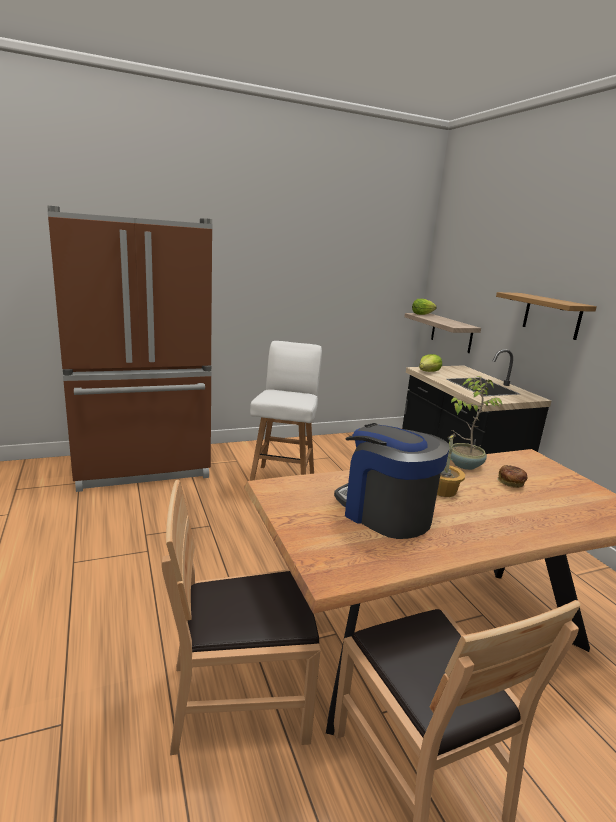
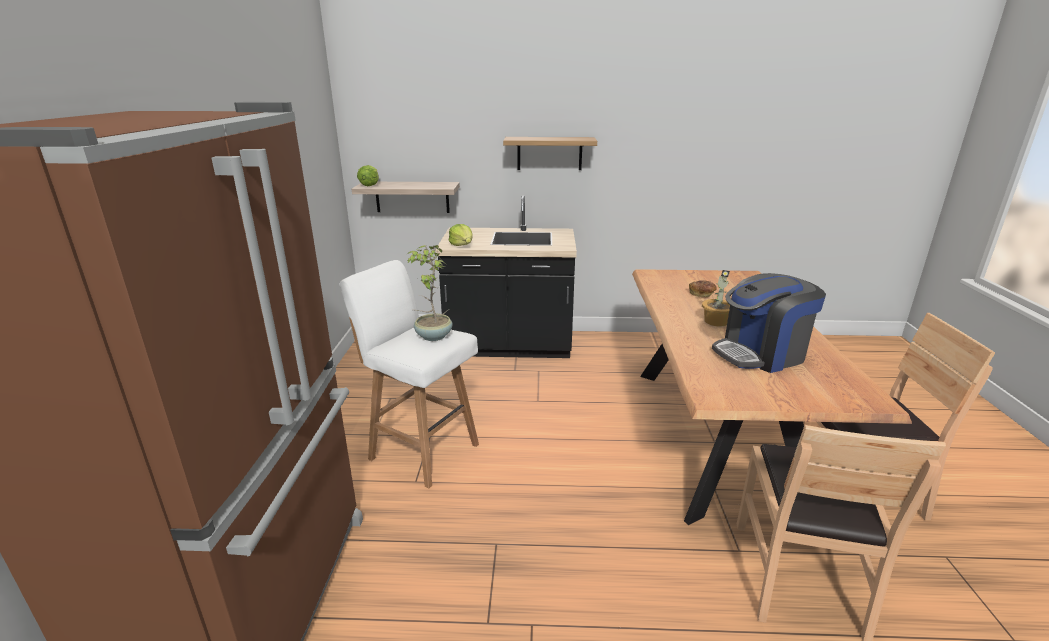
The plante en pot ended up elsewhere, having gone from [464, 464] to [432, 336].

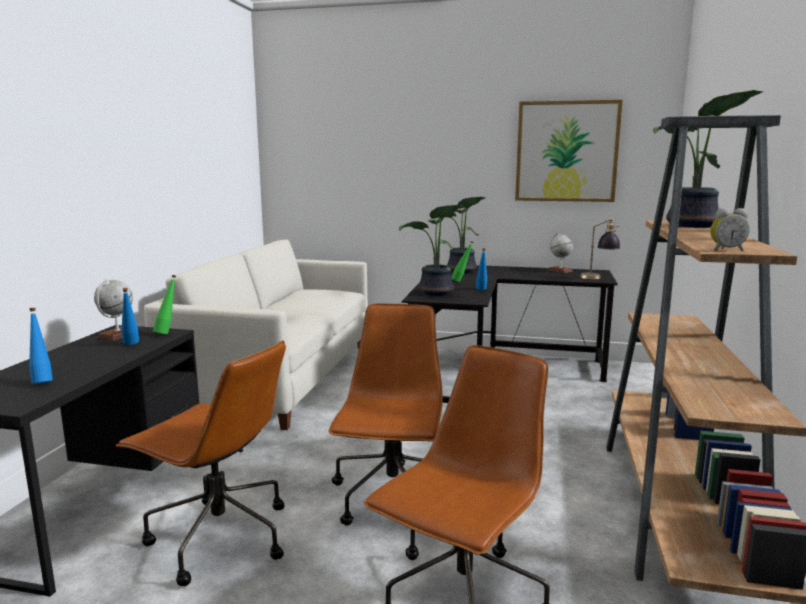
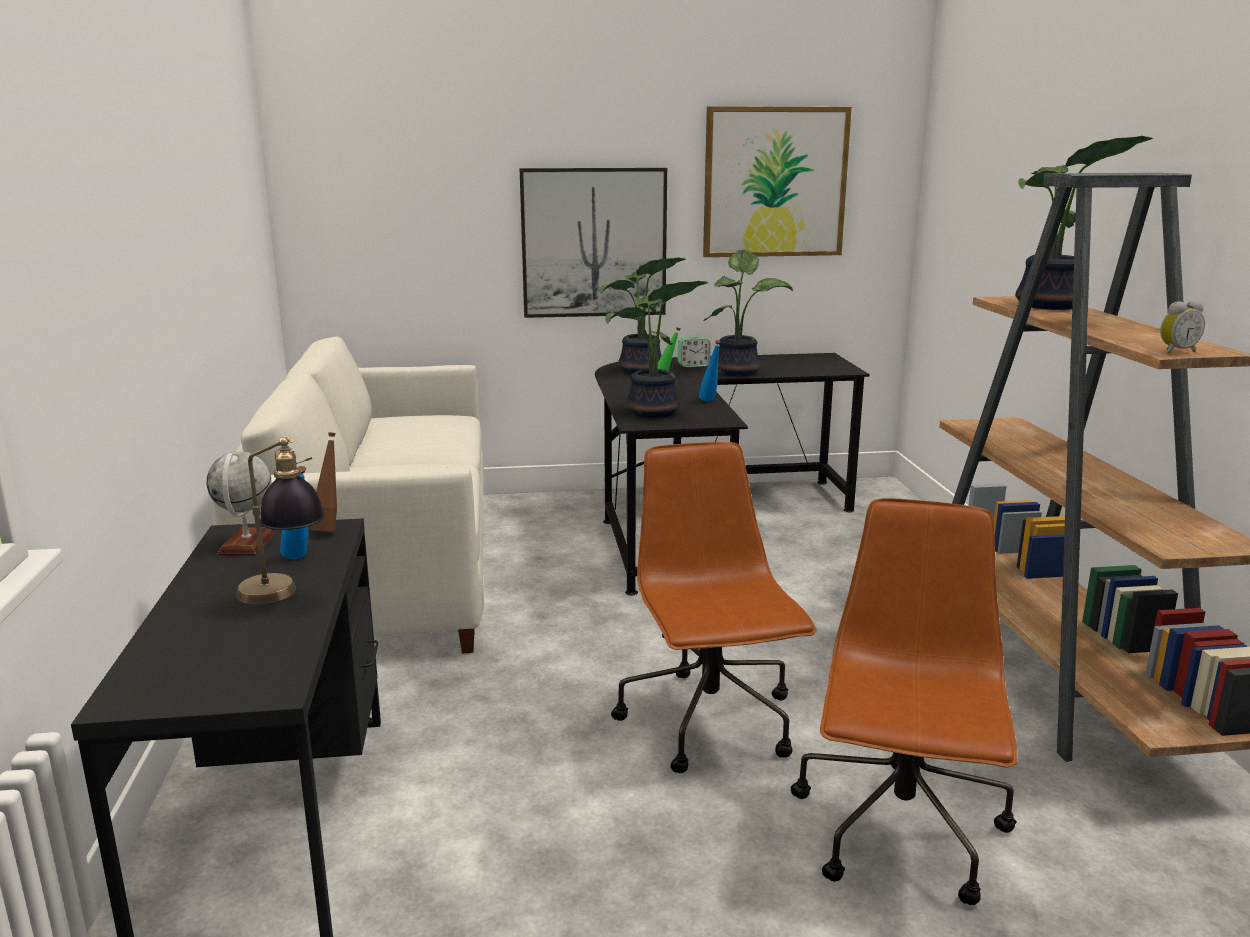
The second view lost the bouteille [bleu] at [42, 382].
The second view lost the chaise de bureau [marron] at [218, 537].
The second view lost the globe at [559, 270].
The second view gained the tableau at [594, 243].
The second view gained the réveil at [693, 365].
The second view gained the plante en pot at [739, 371].
The lampe de table ended up elsewhere, having gone from [598, 278] to [284, 597].
What was the bouteille [vert] at [168, 333] turned into the bouteille [marron] at [330, 529].

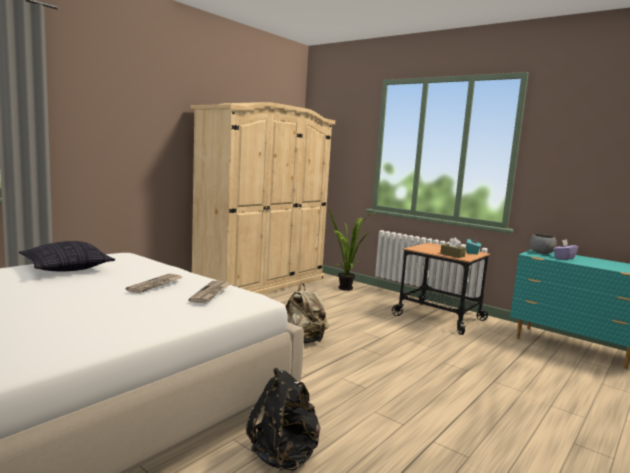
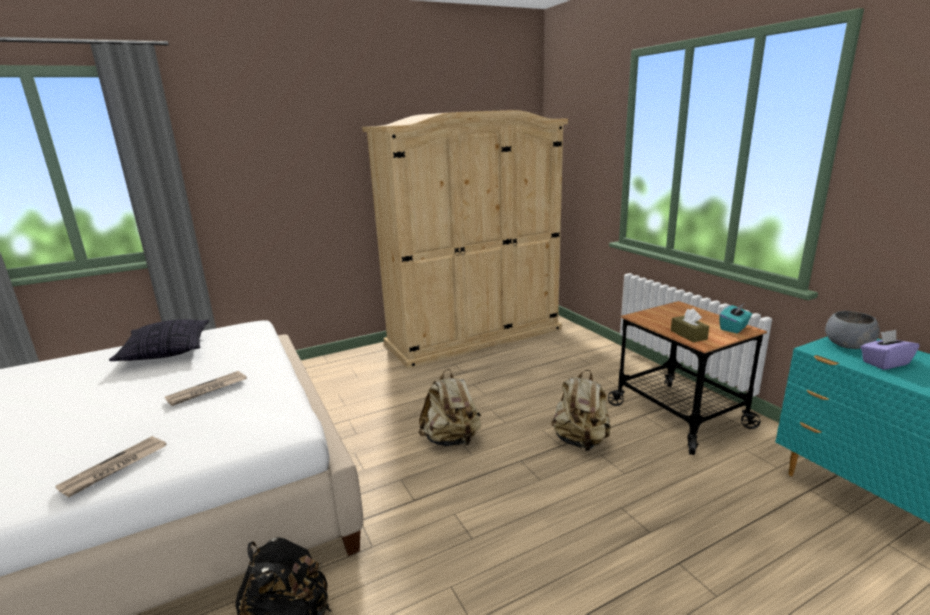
The second view lost the plante en pot at [347, 289].
The second view gained the sac à dos [beige] at [580, 441].
The journal ended up elsewhere, having gone from [211, 293] to [114, 468].

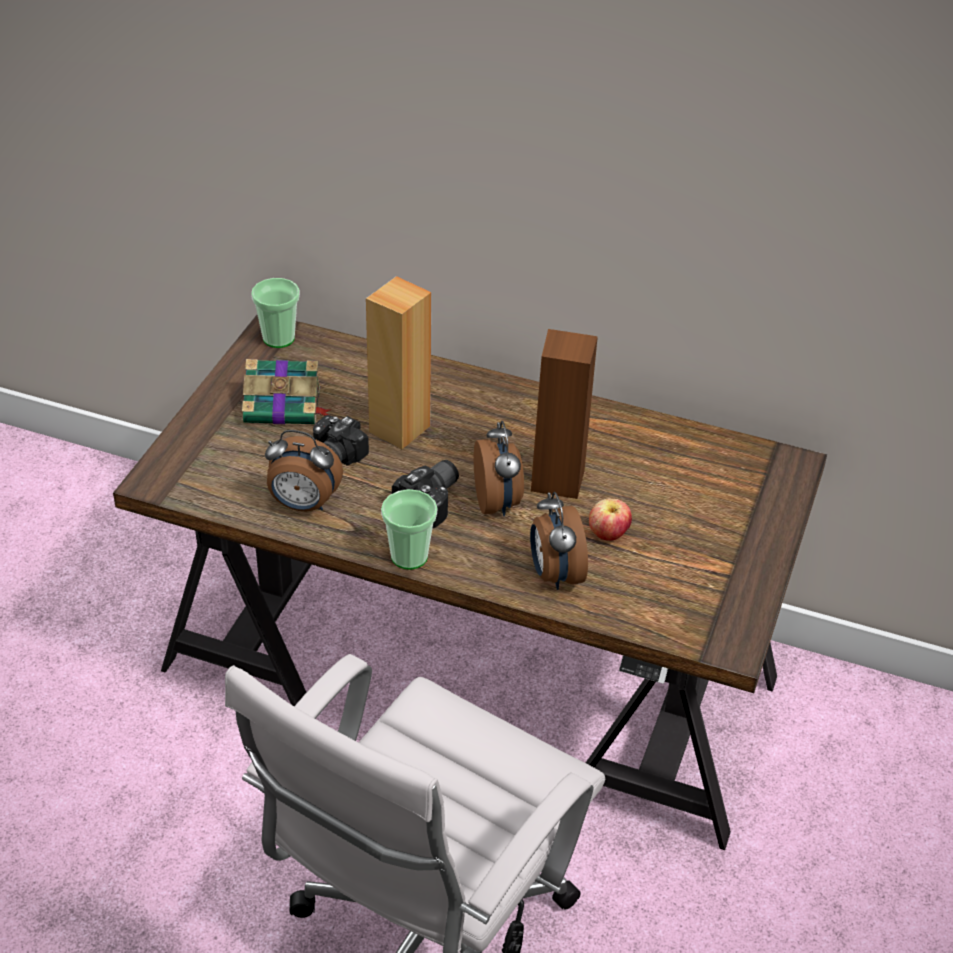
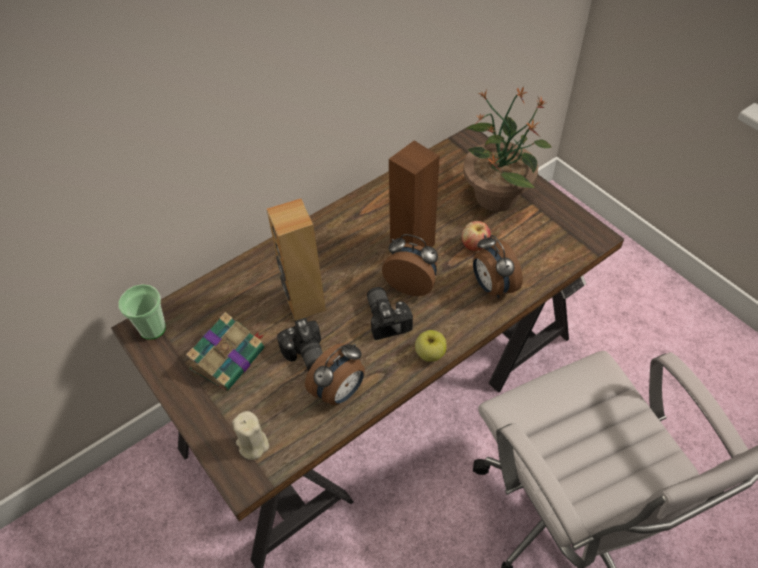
The second view gained the bougie [beige] at [252, 445].
The second view gained the plante en pot at [496, 195].
Where the tasse stood at [409, 556], the pomme came to stand at [430, 353].
The réveil at [554, 574] ended up facing another way, 45 degrees clockwise from before.

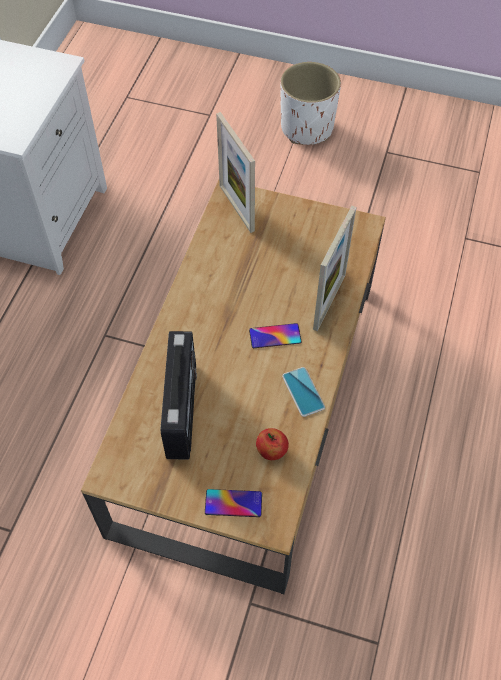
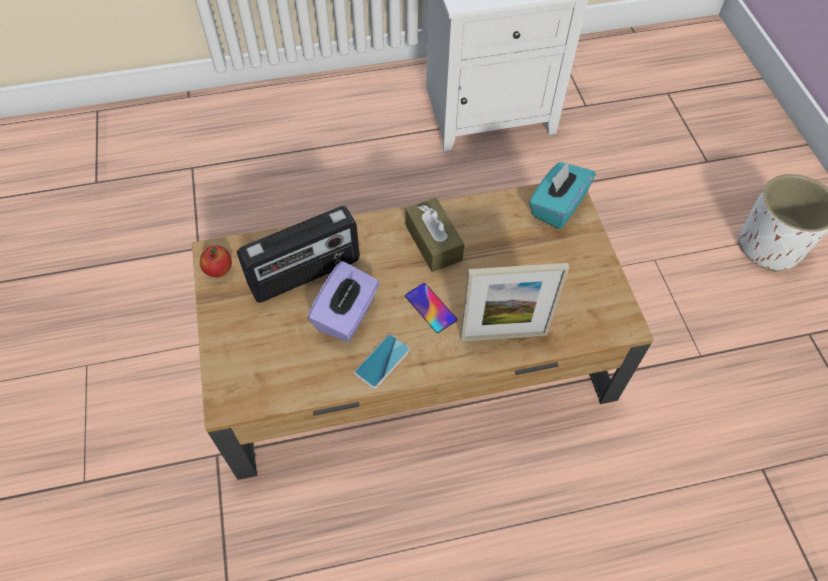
The second view lost the téléphone at [233, 503].
The second view gained the boîte à mouchoirs [violet] at [347, 315].
The second view gained the boîte à mouchoirs [marron] at [433, 242].
The pomme ended up elsewhere, having gone from [272, 451] to [219, 270].
Where the cadre photo stood at [236, 208], the boîte à mouchoirs [turquoise] came to stand at [557, 206].

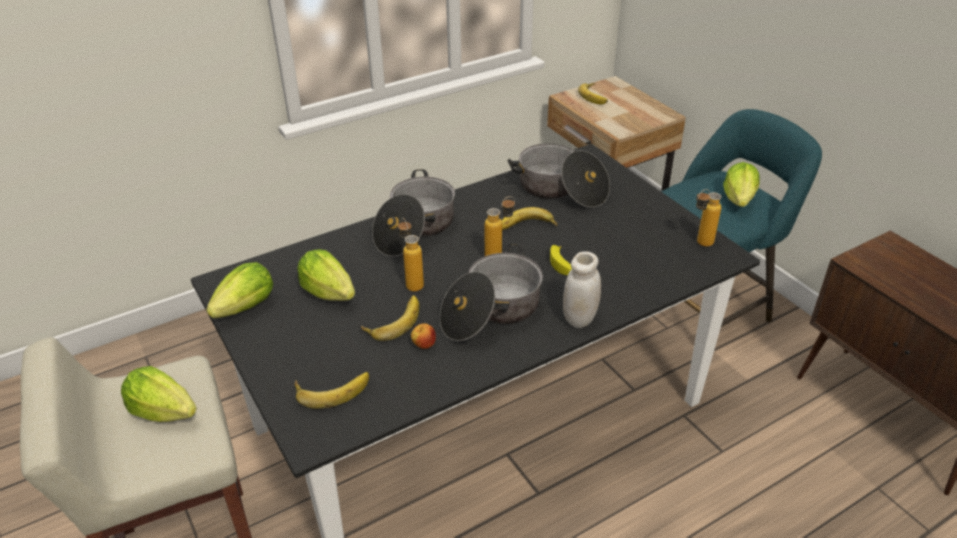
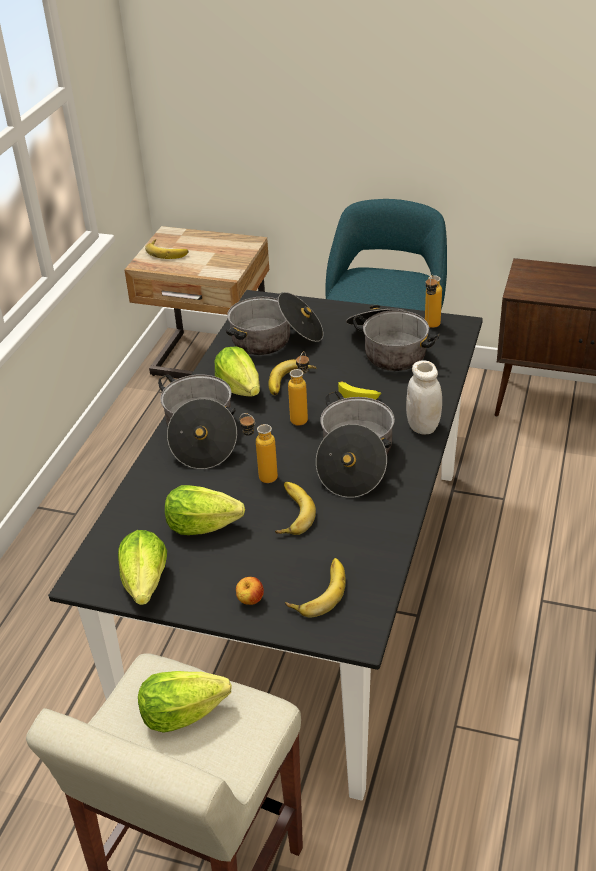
The second view gained the marmite at [388, 349].
The pomme ended up elsewhere, having gone from [424, 345] to [250, 601].
The laitue ended up elsewhere, having gone from [739, 199] to [240, 388].

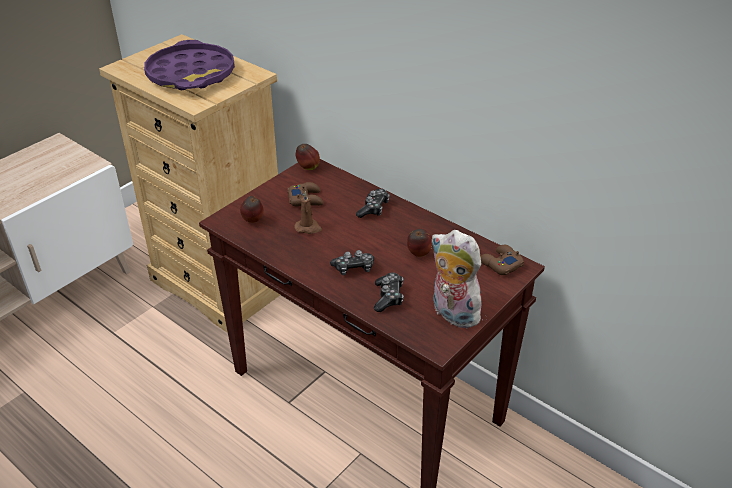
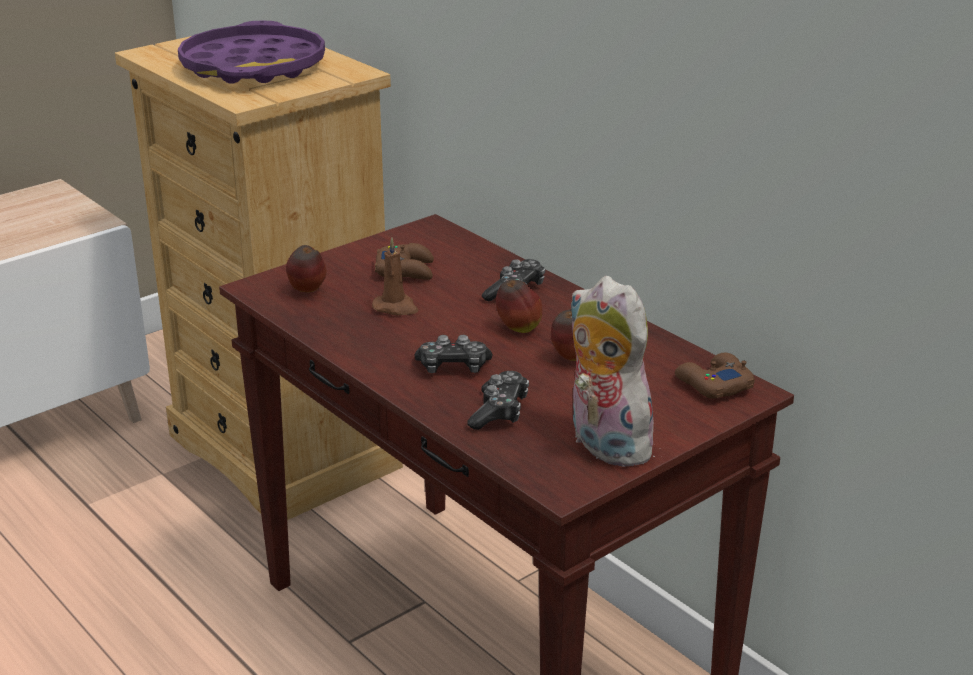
The pomme ended up elsewhere, having gone from [308, 168] to [518, 329].

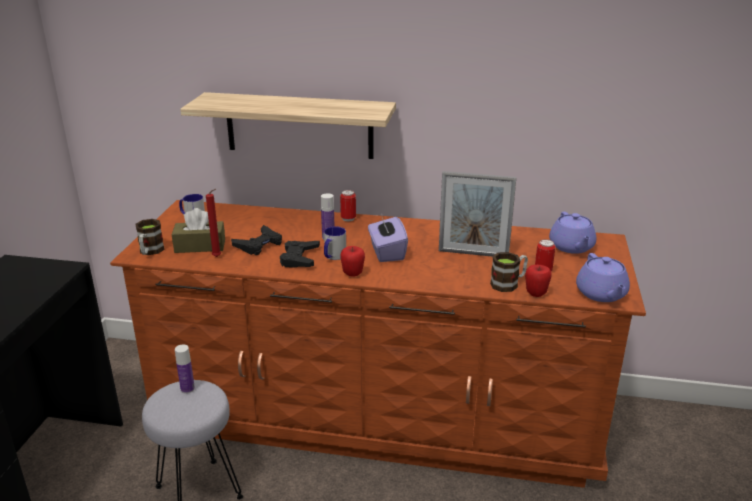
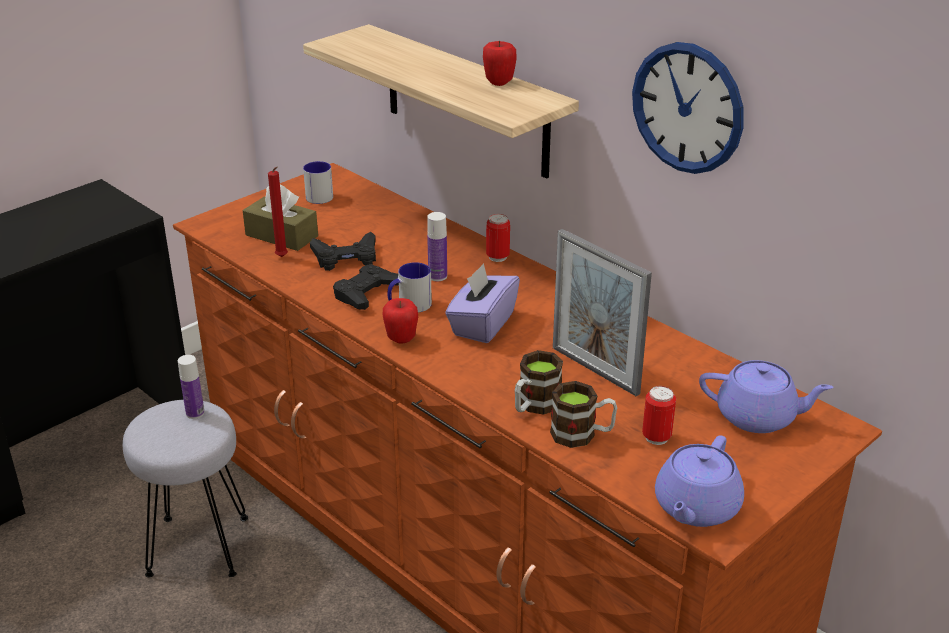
The second view gained the horloge murale at [687, 108].
The mug ended up elsewhere, having gone from [150, 252] to [534, 406].
The pomme ended up elsewhere, having gone from [536, 293] to [499, 82].
The théière [violet] at [571, 247] ended up facing another way, 105 degrees counterclockwise from before.

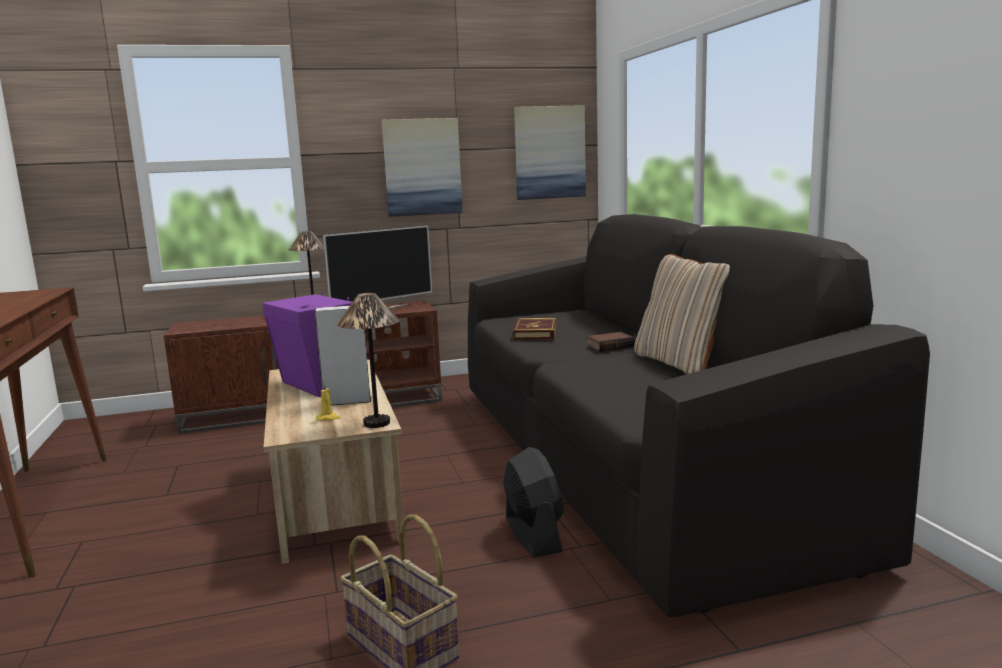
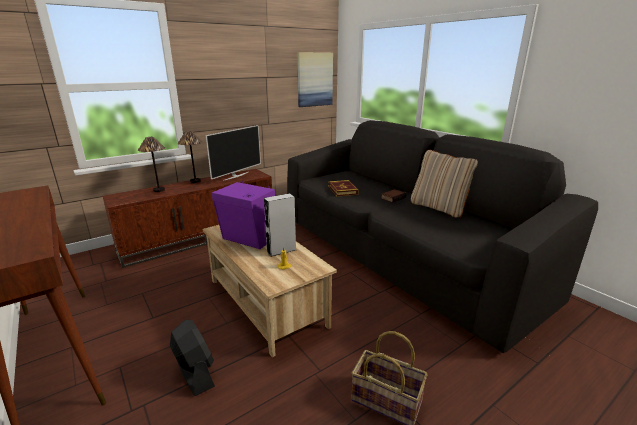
The second view lost the tableau at [422, 167].
The lampe de table ended up elsewhere, having gone from [376, 423] to [158, 190].
The ventilateur [noir] ended up elsewhere, having gone from [532, 534] to [194, 372].

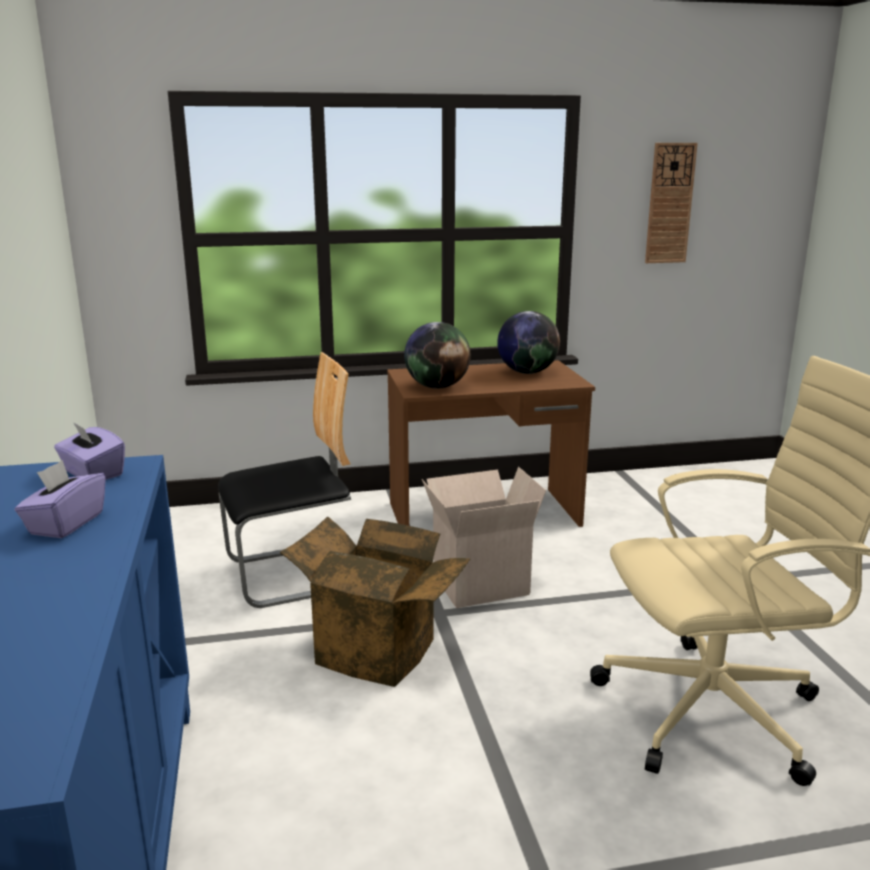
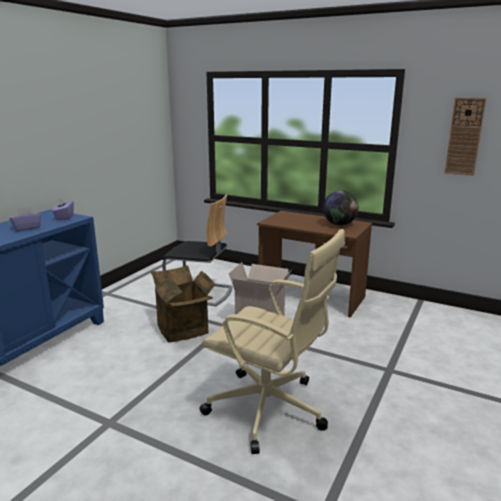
The second view lost the globe at [437, 387].

